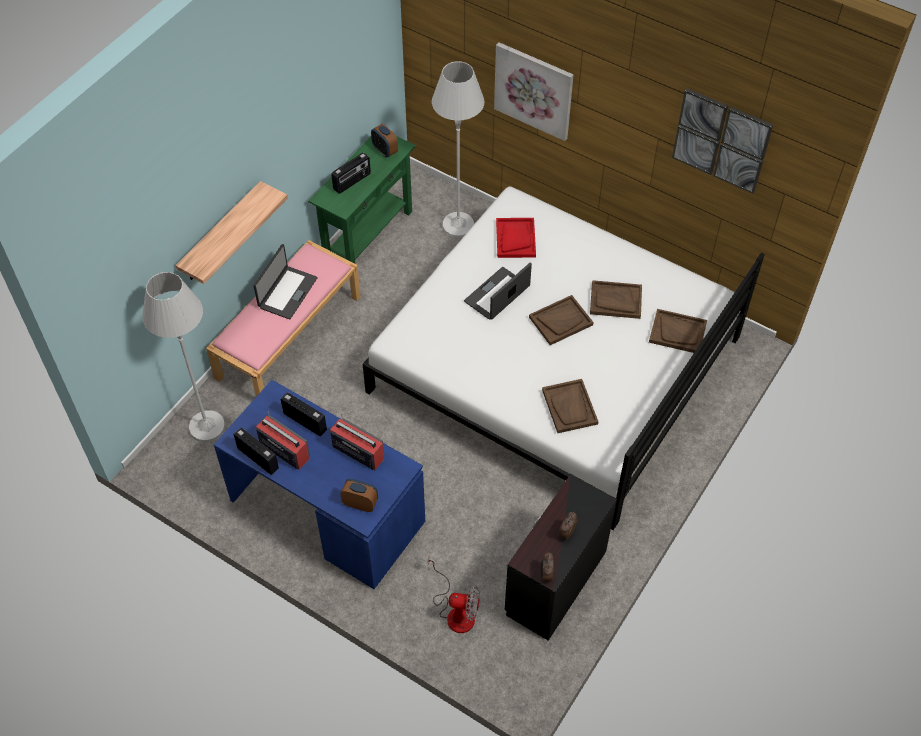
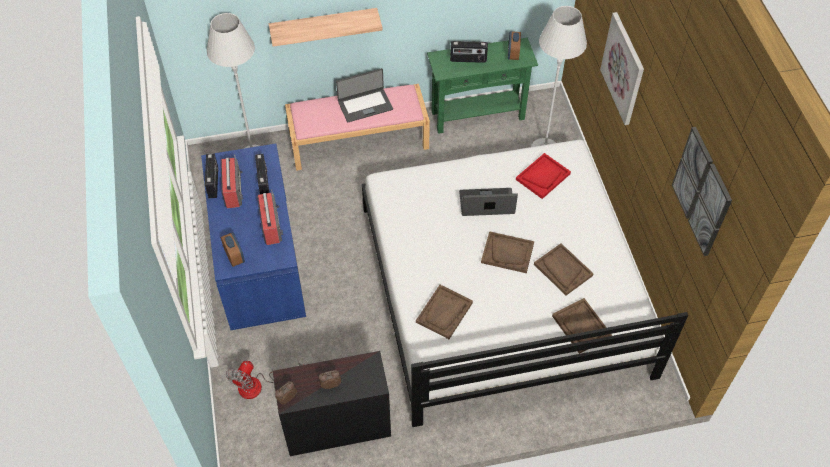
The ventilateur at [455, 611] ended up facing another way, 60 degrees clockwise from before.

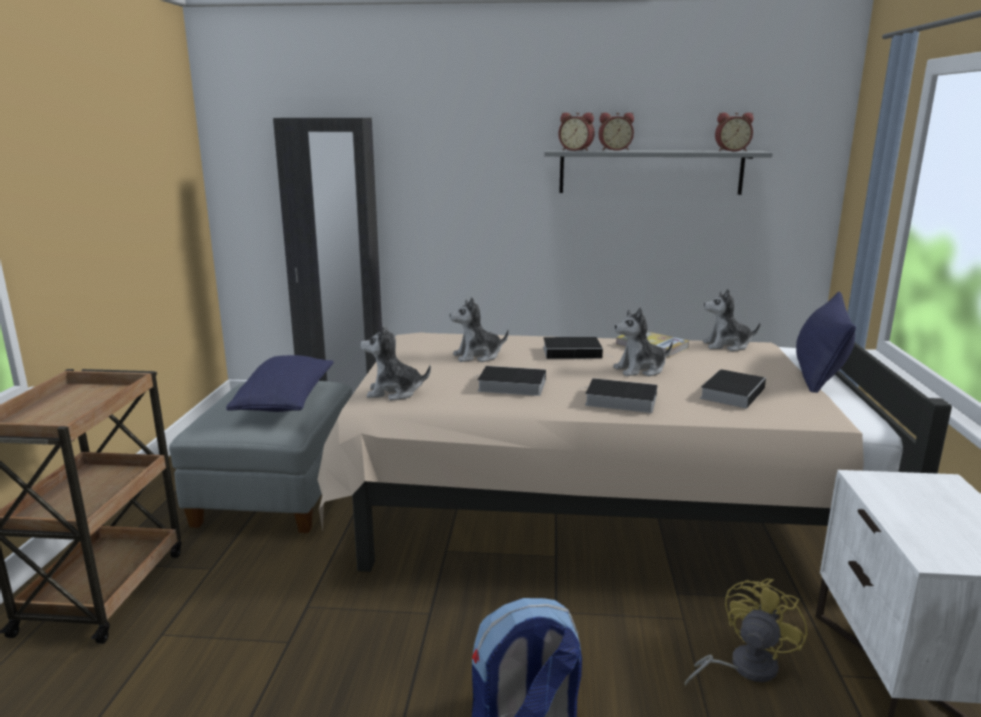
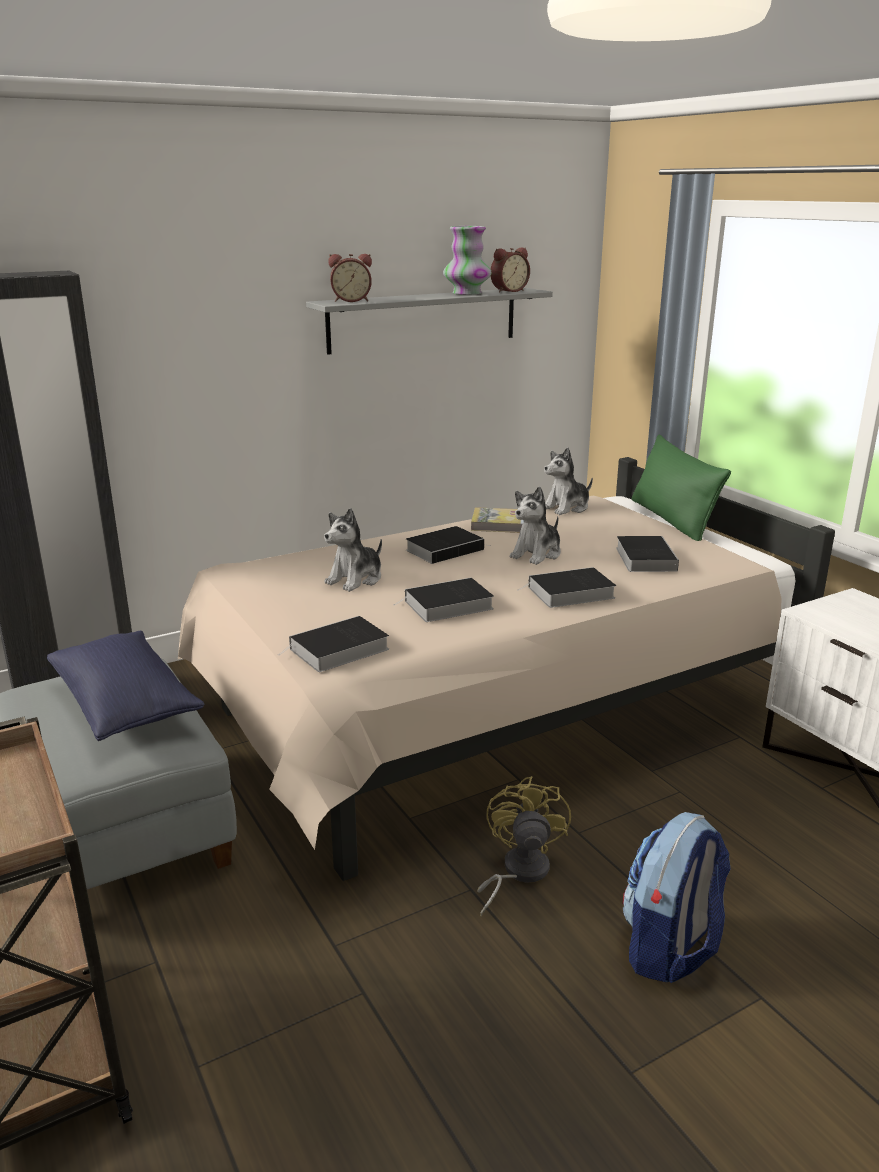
The second view lost the réveil at [614, 150].
The second view gained the vase at [467, 293].
The ventilateur [jaune] ended up elsewhere, having gone from [743, 667] to [518, 872].
Where the peluche stood at [394, 392], the livre came to stand at [337, 650].
What was the coussin [bleu] at [819, 374] turned into the coussin [vert] at [671, 520].

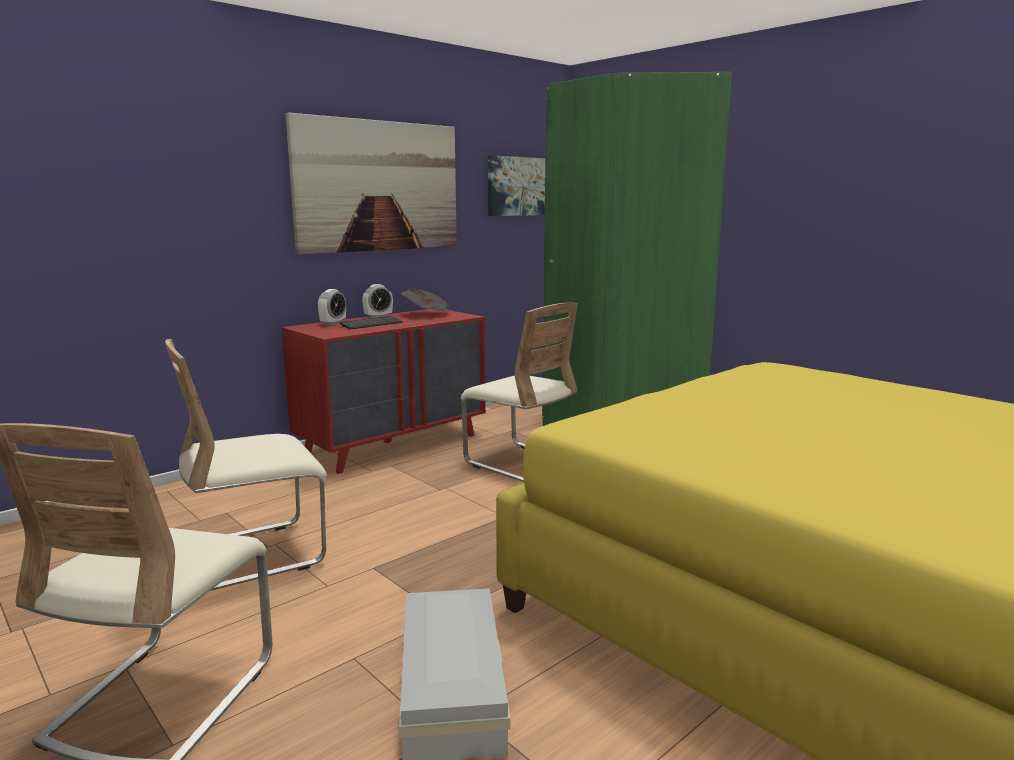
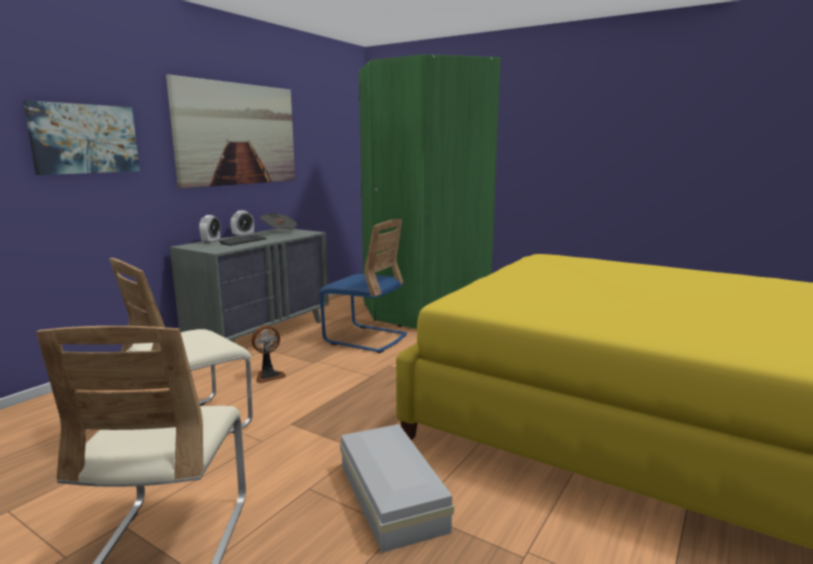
The second view gained the ventilateur at [268, 376].
The tableau ended up elsewhere, having gone from [519, 186] to [85, 139].
What was the commode [rouge] at [393, 444] turned into the commode [gris] at [261, 333].
What was the chaise [beige] at [521, 463] turned into the chaise [bleu] at [365, 338].

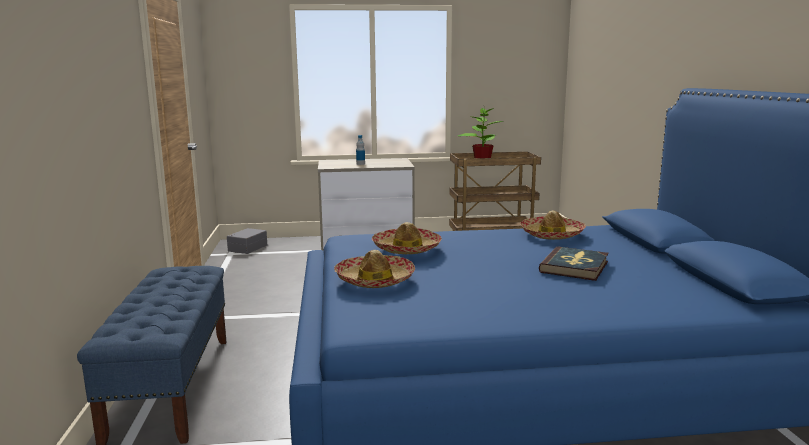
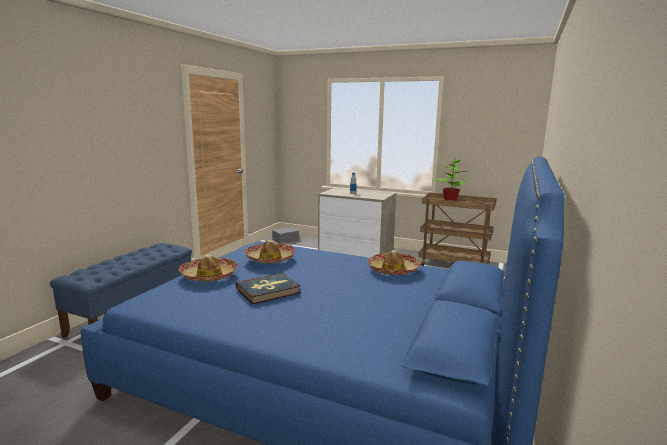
The livre ended up elsewhere, having gone from [575, 267] to [268, 291].

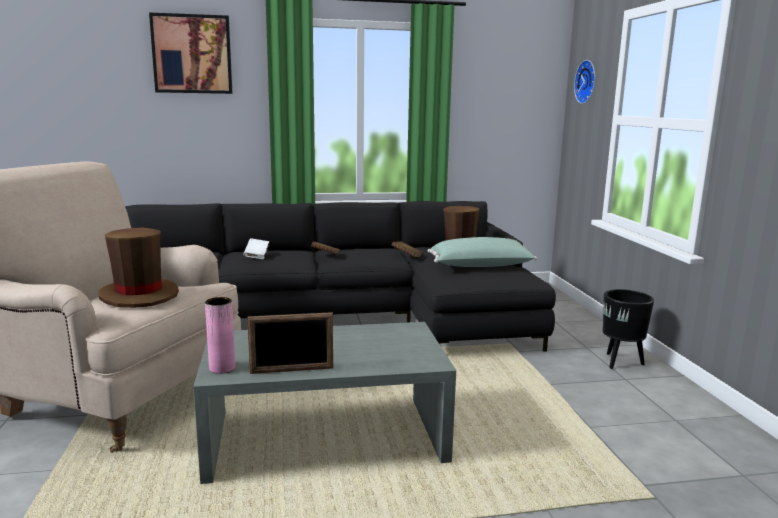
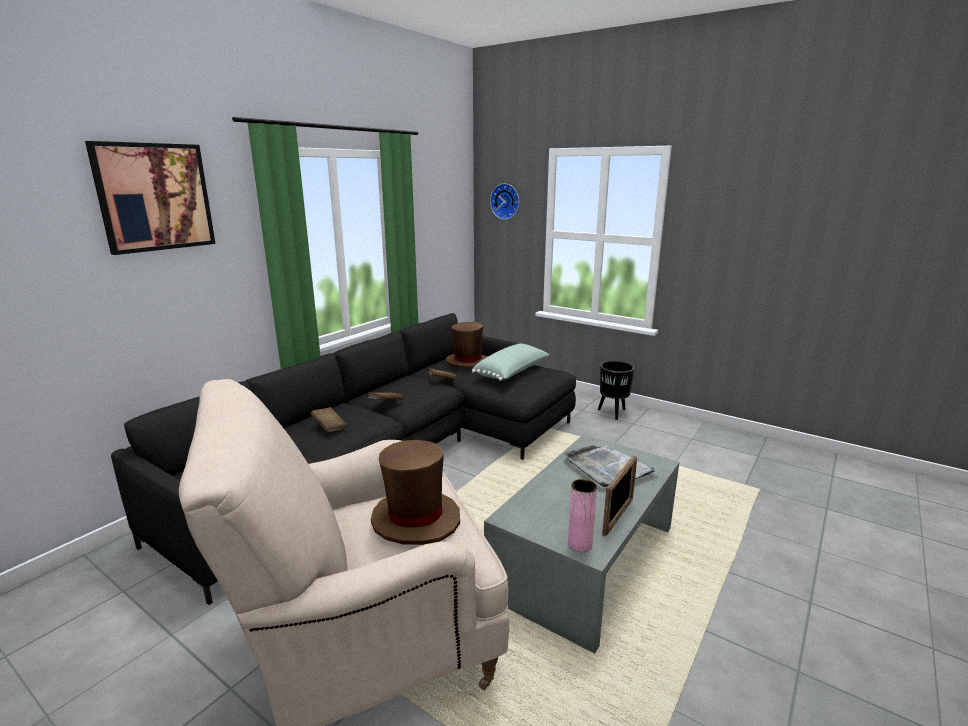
The second view gained the plateau [gris] at [607, 468].
What was the livre [blanc] at [257, 256] turned into the livre [marron] at [329, 427].

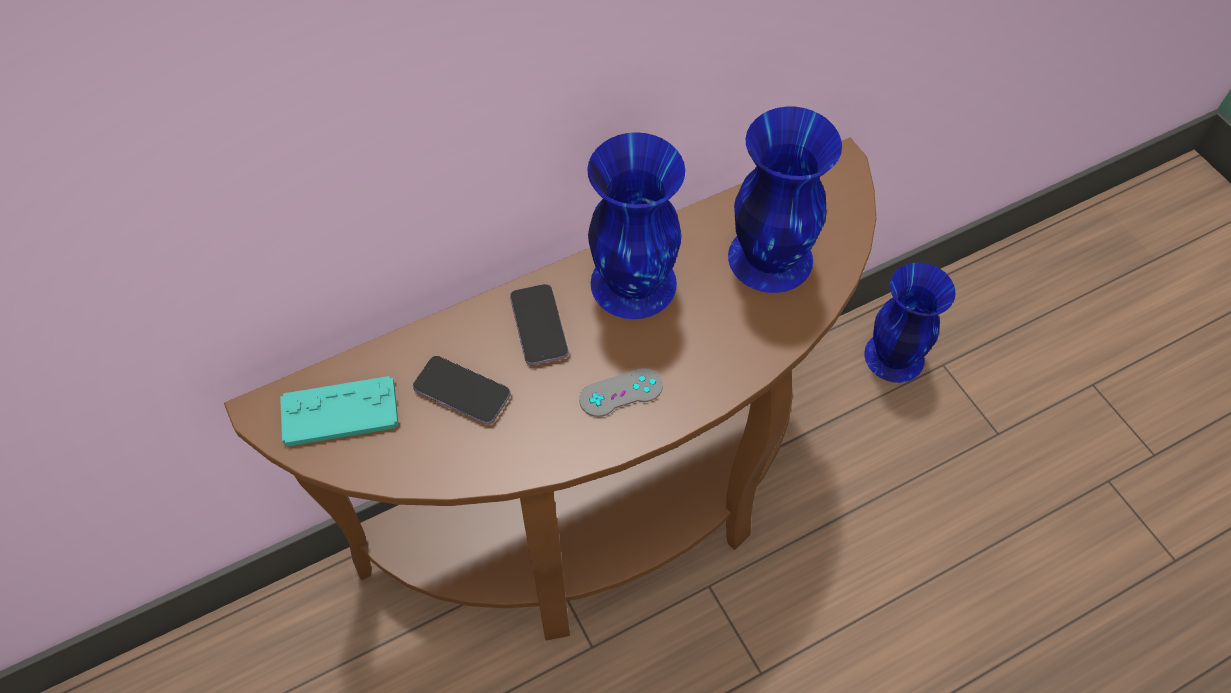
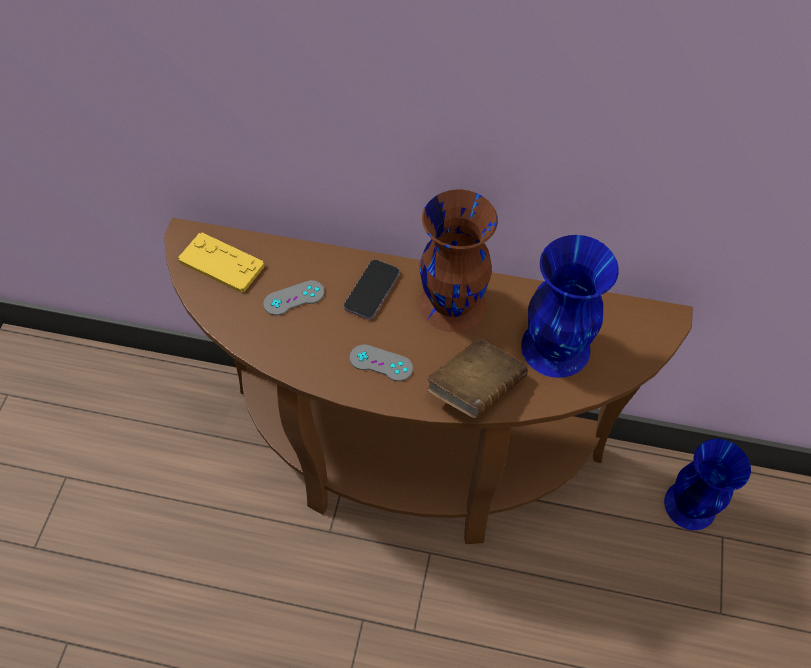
The second view gained the livre [marron] at [475, 389].
Where the téléphone stood at [462, 392], the manette [gris] came to stand at [294, 298].
What was the manette [turquoise] at [340, 412] turned into the manette [jaune] at [221, 263].
What was the vase [bleu] at [633, 281] turned into the vase [marron] at [453, 302].

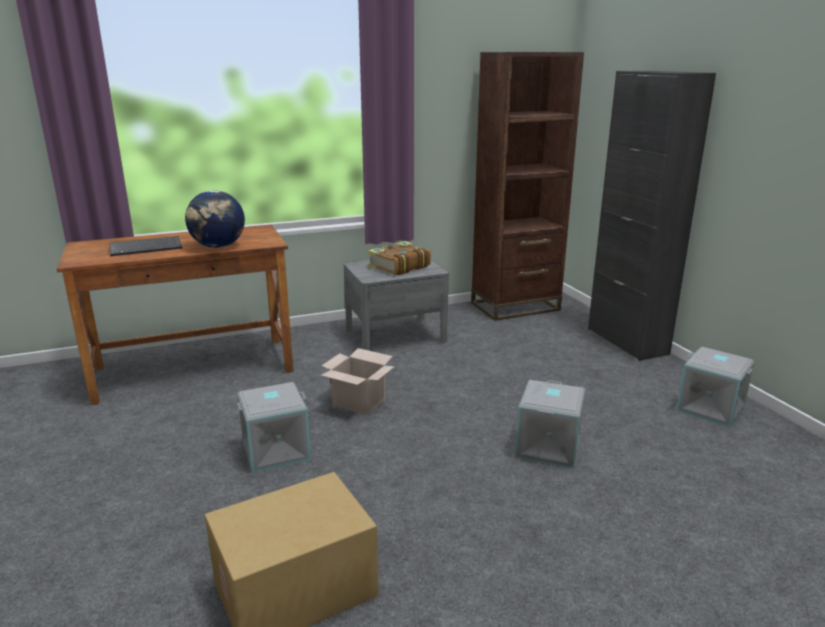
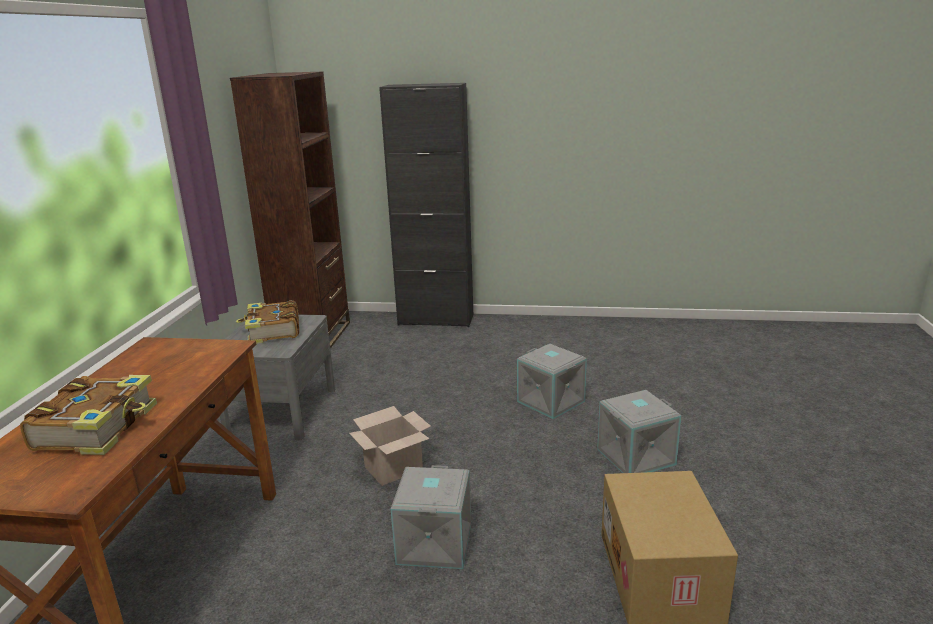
The second view lost the globe at [218, 246].
The boîte de rangement [gris] ended up elsewhere, having gone from [711, 408] to [635, 456].
Where the clavier stood at [147, 247], the livre came to stand at [98, 427].

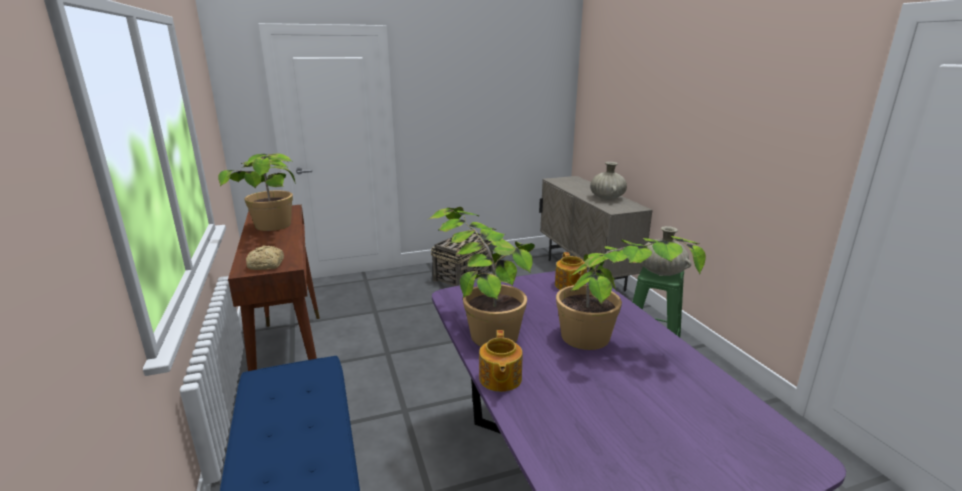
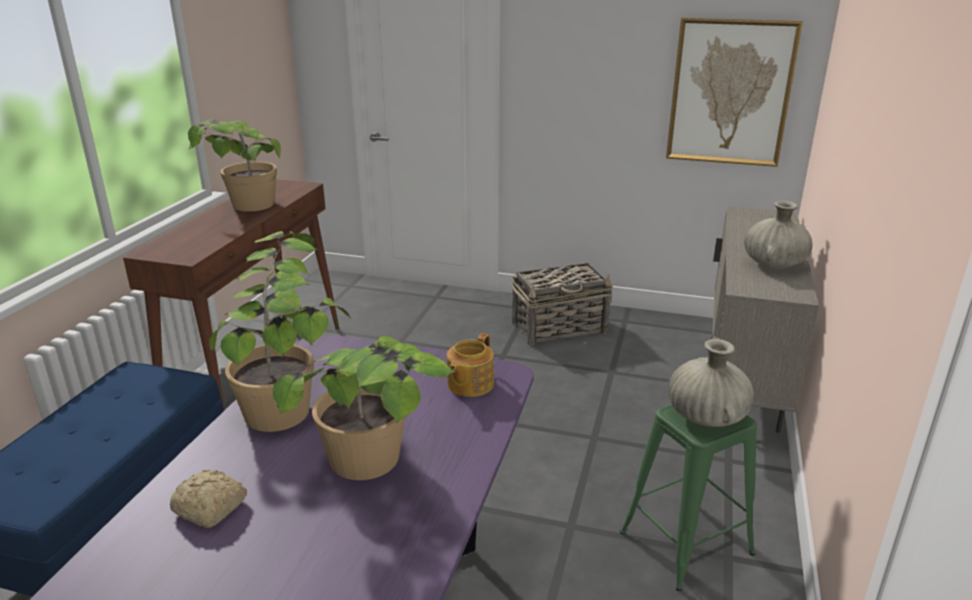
The second view lost the théière at [499, 379].
The second view gained the tableau at [730, 92].
The pain ended up elsewhere, having gone from [267, 265] to [210, 509].

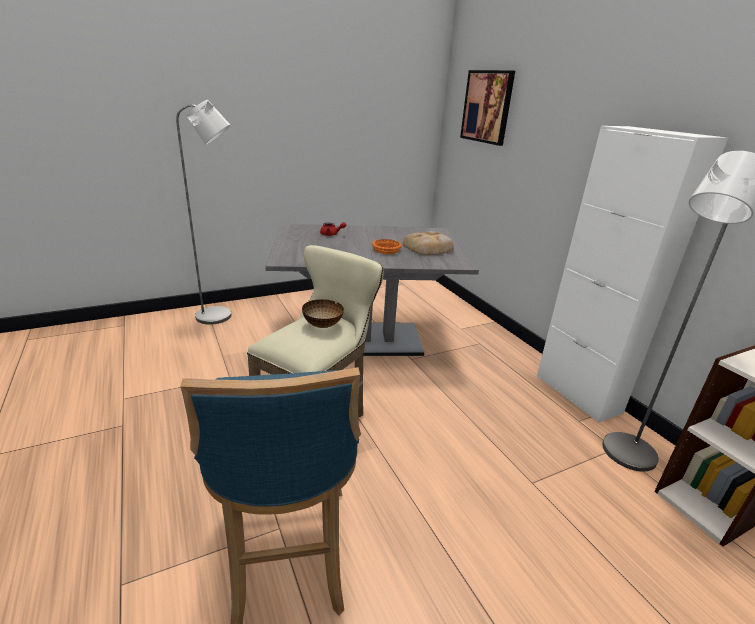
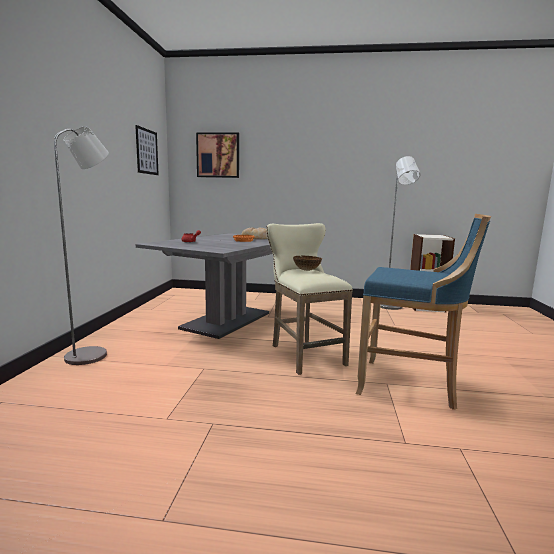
The second view lost the meuble de rangement [blanc] at [577, 394].
The second view gained the tableau at [147, 151].

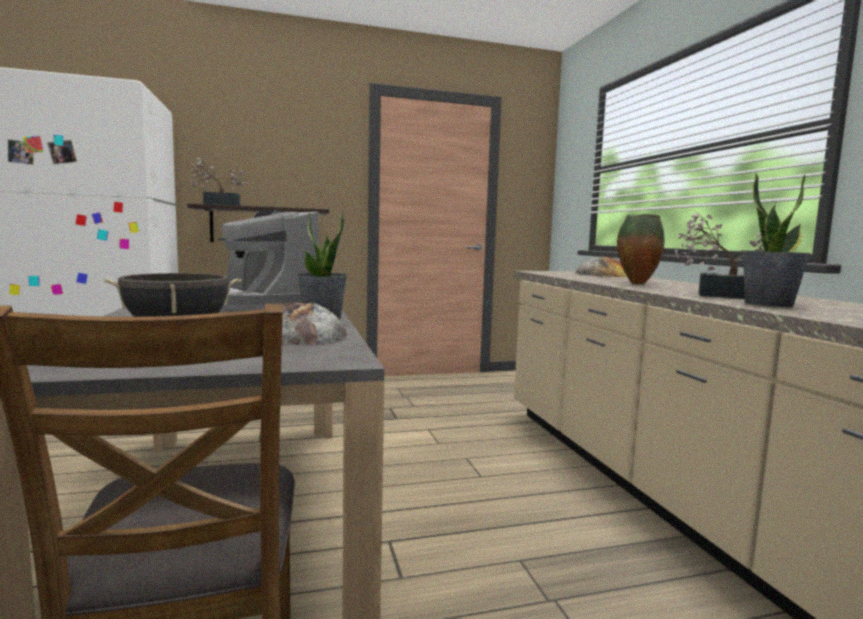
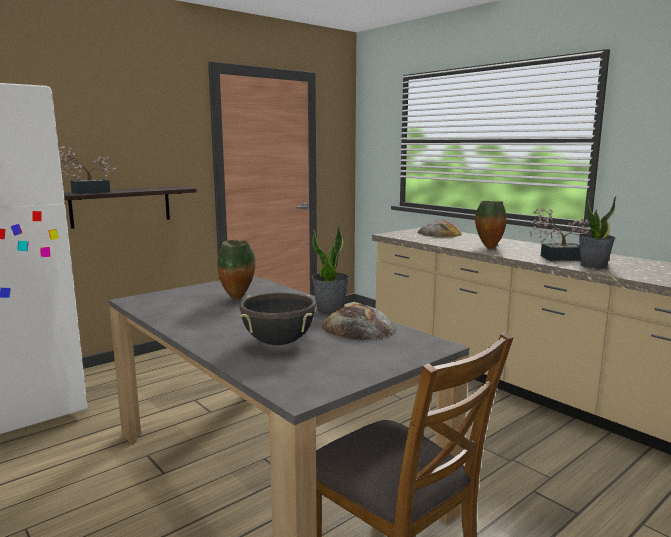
Where the machine à café stood at [259, 303], the vase came to stand at [238, 298].

